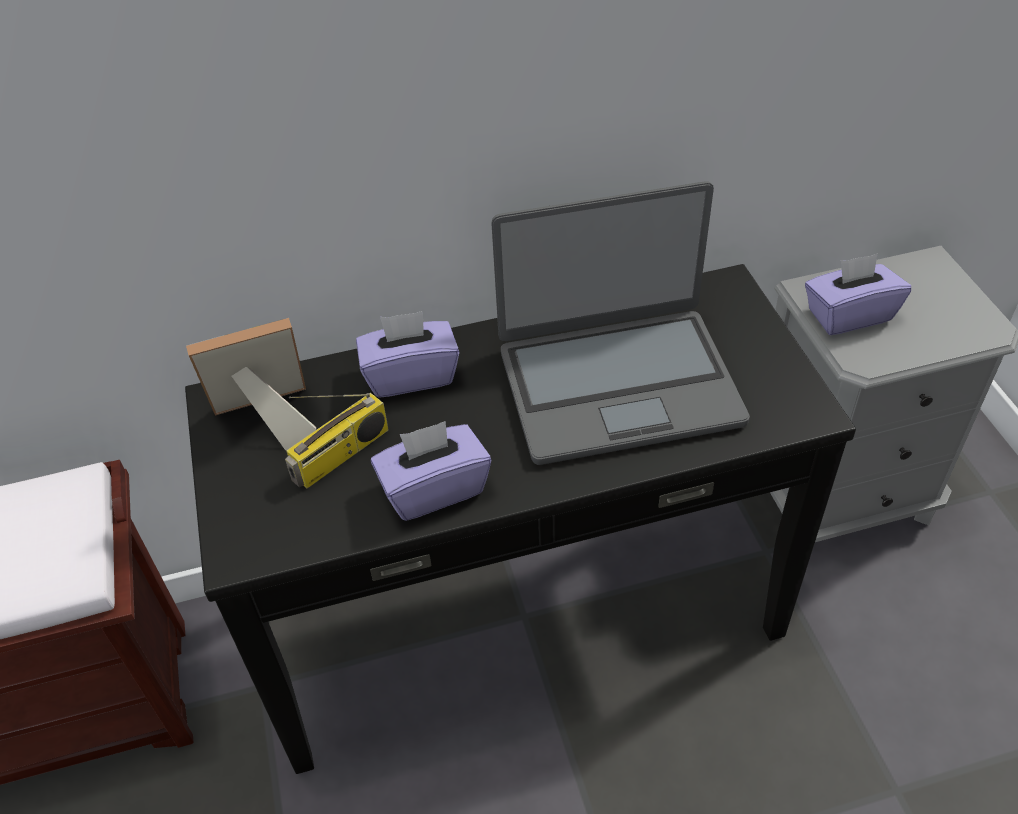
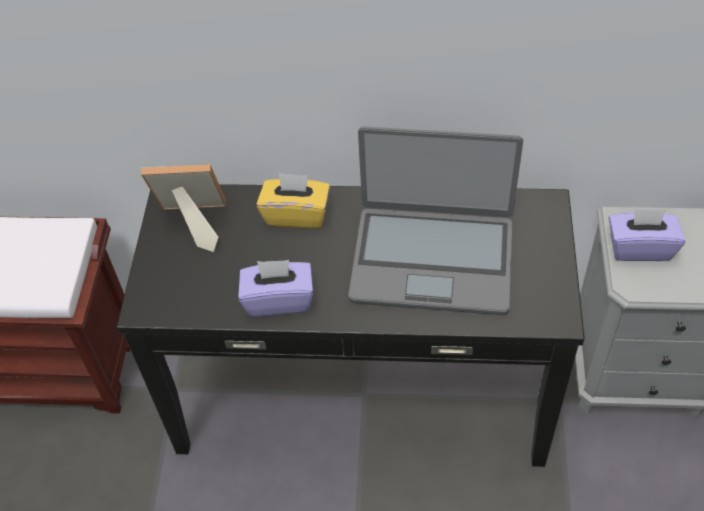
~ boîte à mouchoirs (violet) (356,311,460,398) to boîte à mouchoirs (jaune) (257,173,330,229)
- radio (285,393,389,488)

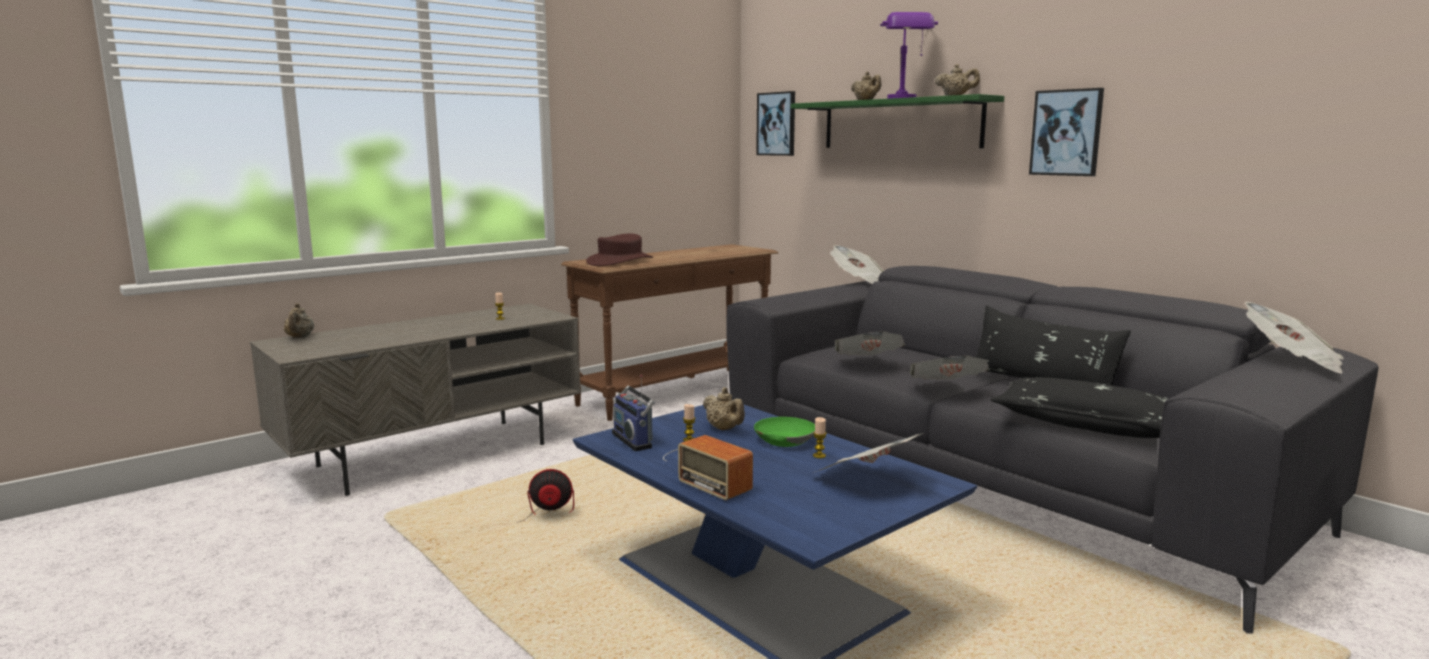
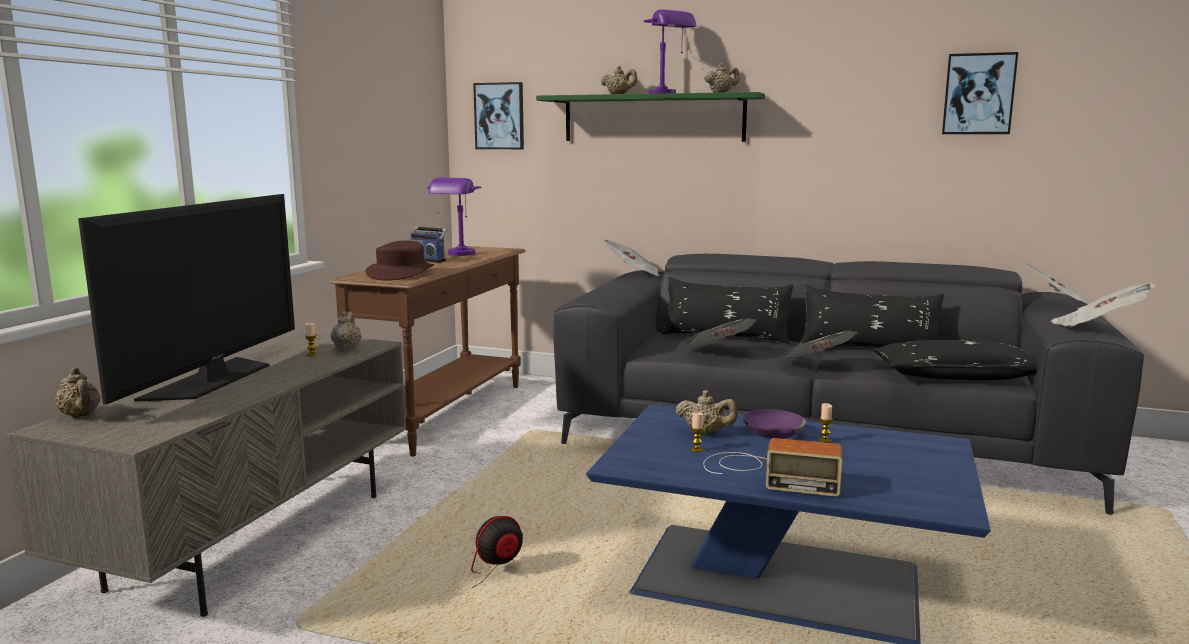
~ tableau (1029,88,1104,176) to (942,52,1018,134)
~ radio (612,374,655,451) to (410,212,447,263)
~ bol (vert) (754,417,815,447) to bol (violet) (743,409,806,439)
~ journal (812,433,924,473) to (1051,283,1156,327)
+ lampe de table (violet) (427,178,481,256)
+ téléviseur (78,194,295,405)
+ coussin (noir) (662,277,793,344)
+ théière (beige) (331,311,362,350)

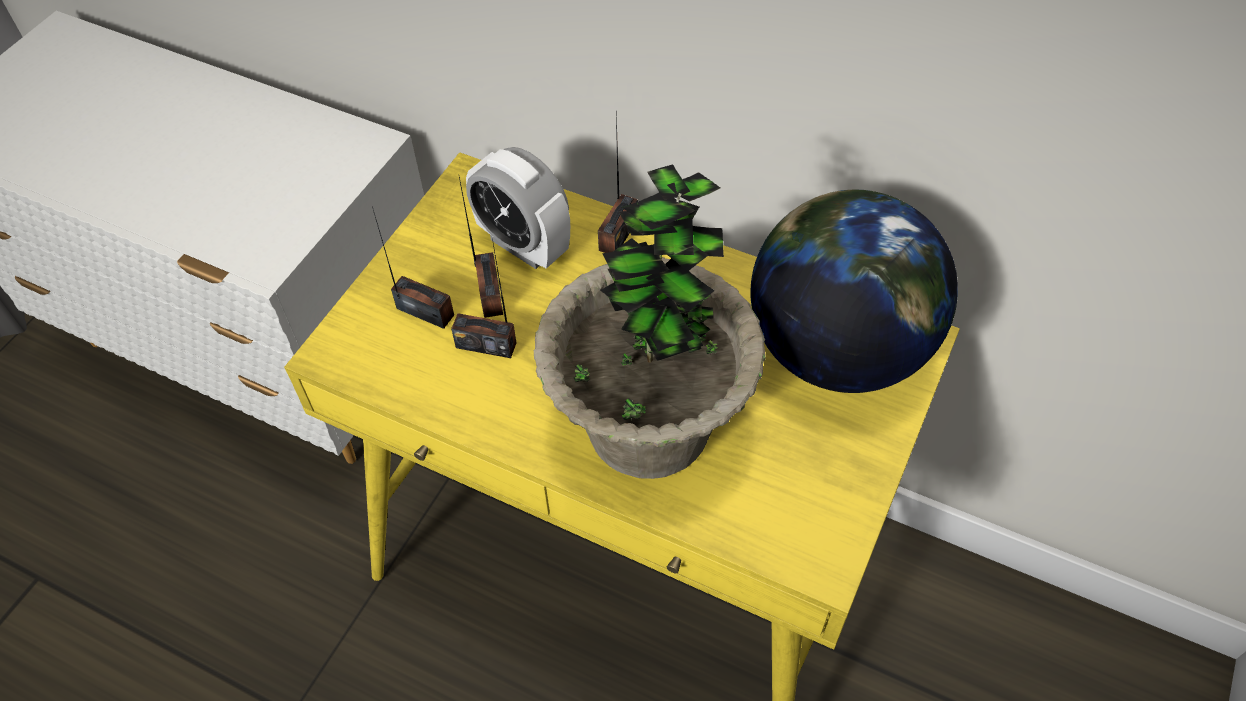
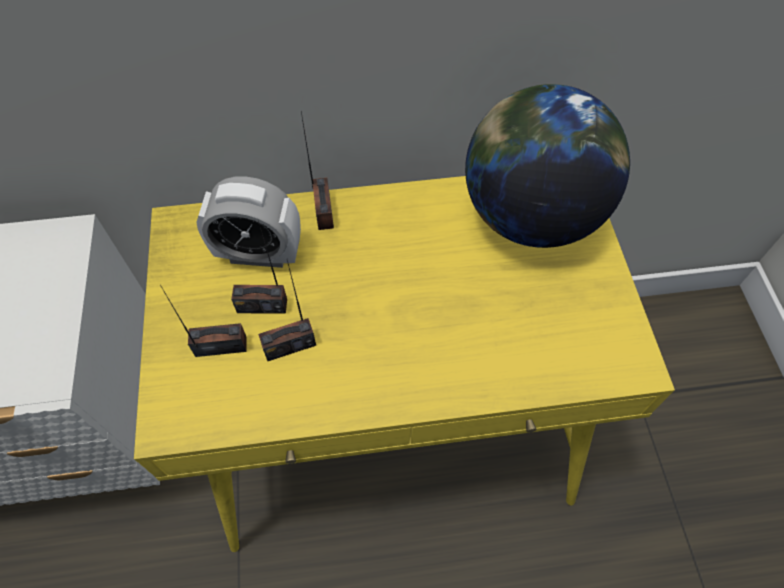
- plante en pot (534,165,766,479)
~ radio (459,177,503,318) = (231,220,287,314) 135 degrees clockwise

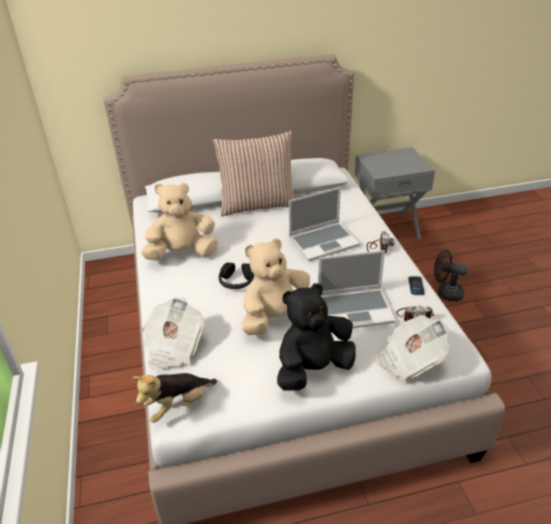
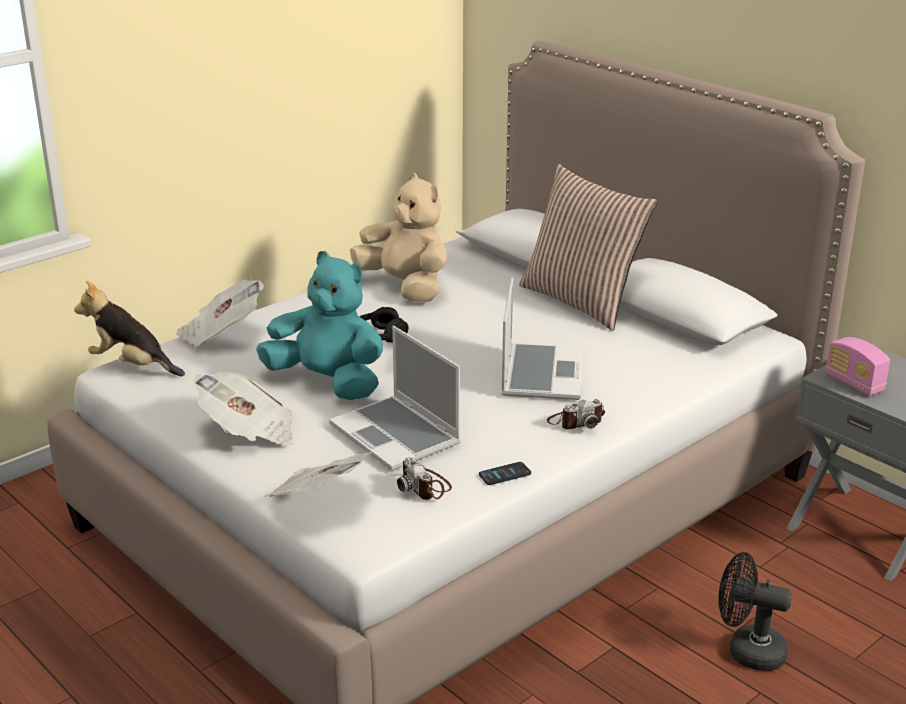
~ ordinateur portable (289,187,360,261) = (501,278,583,400) 120 degrees counterclockwise
~ peluche (beige) (242,238,310,335) to peluche (turquoise) (256,251,383,400)
~ ventilateur (noir) (434,249,468,302) = (718,552,792,671) 60 degrees counterclockwise
~ peluche (noir) (277,283,356,391) to journal (194,372,293,446)
+ radio (826,337,890,396)

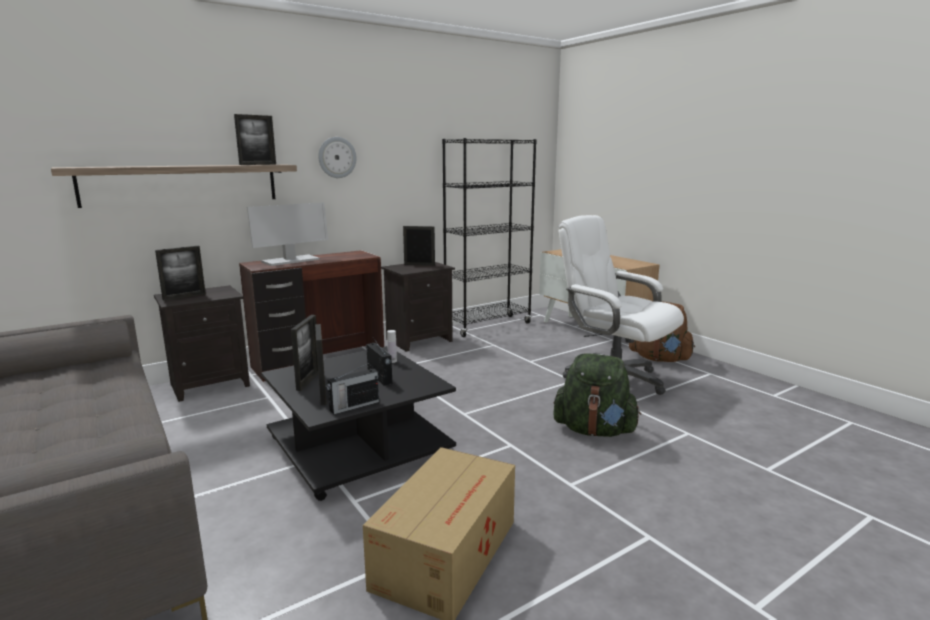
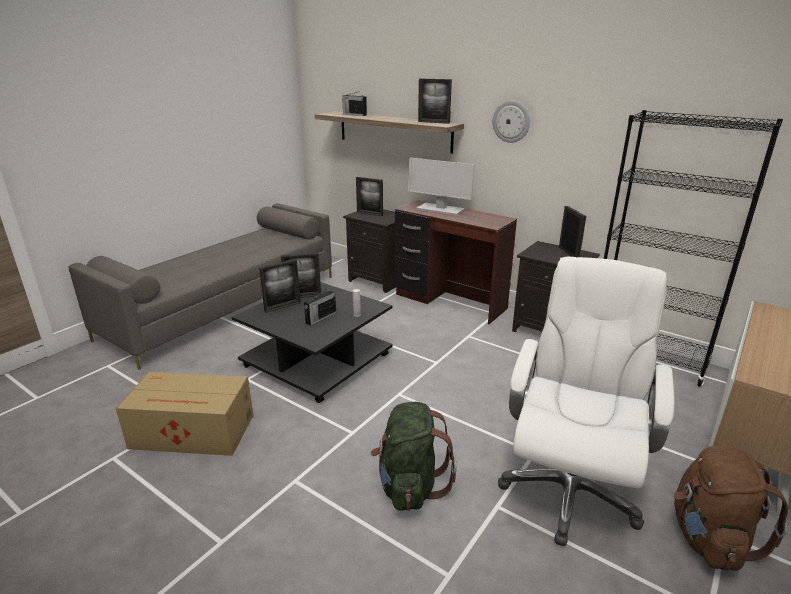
~ radio (327,365,379,414) to (342,91,367,116)

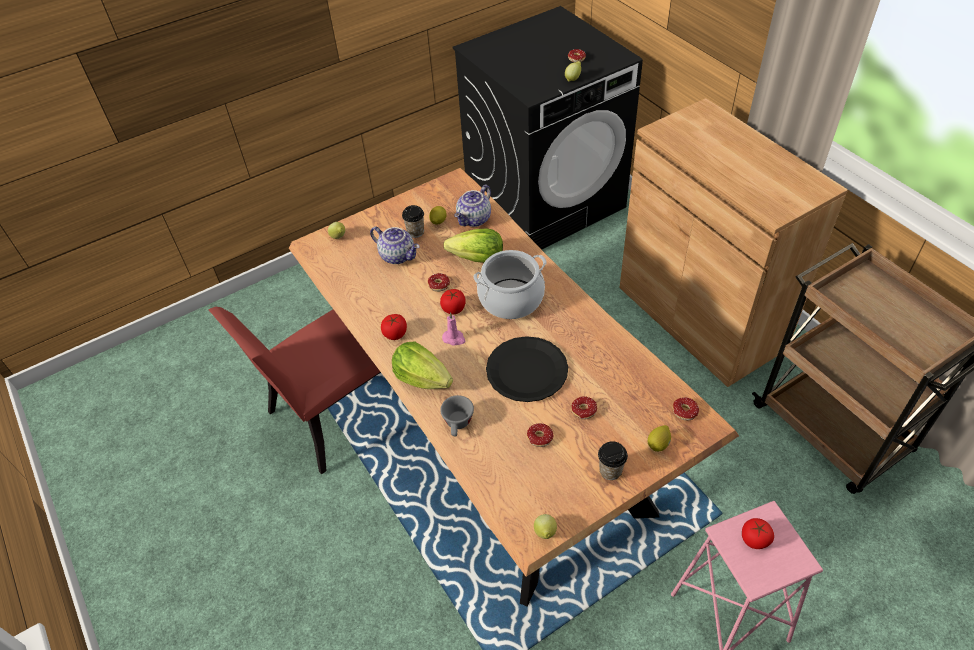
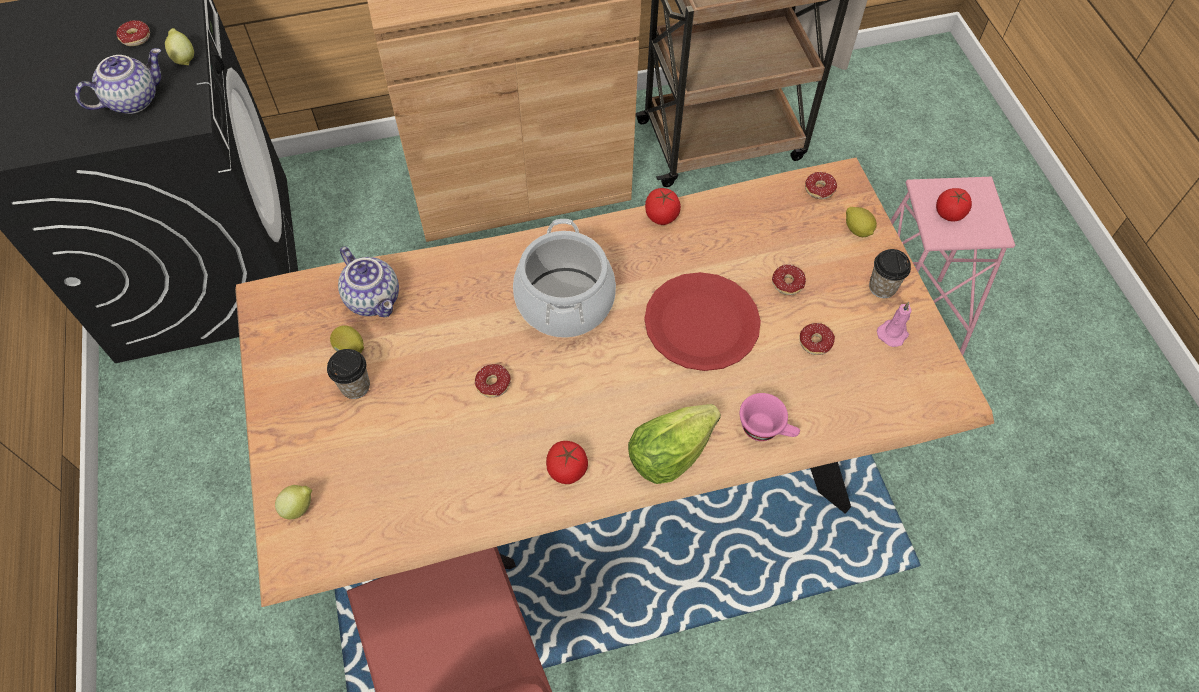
~ théière (370,227,420,264) to (75,48,161,114)
- laitue (444,229,503,263)
~ tomate (440,289,466,315) to (645,188,681,225)
~ bougie (rose) (442,312,465,346) to (877,302,911,347)
~ assiette (noir) (486,336,568,402) to assiette (rouge) (644,272,761,371)
~ tasse (gris) (440,395,474,436) to tasse (rose) (740,393,800,441)
- citron (534,514,557,539)

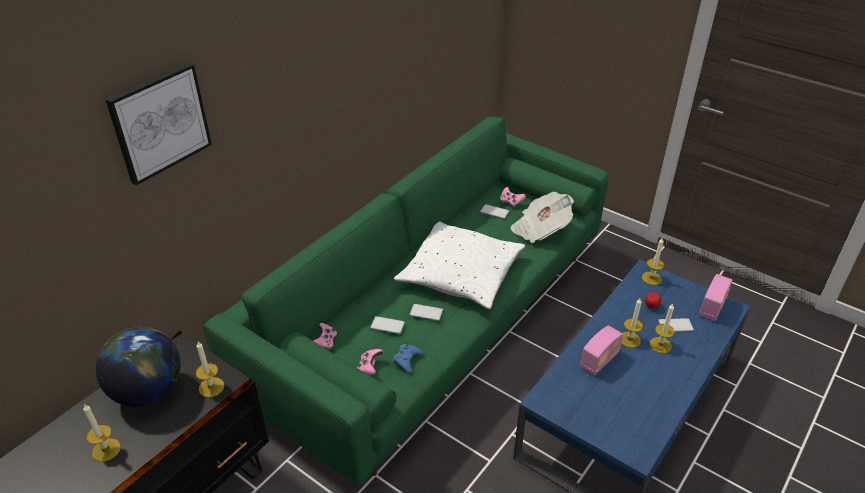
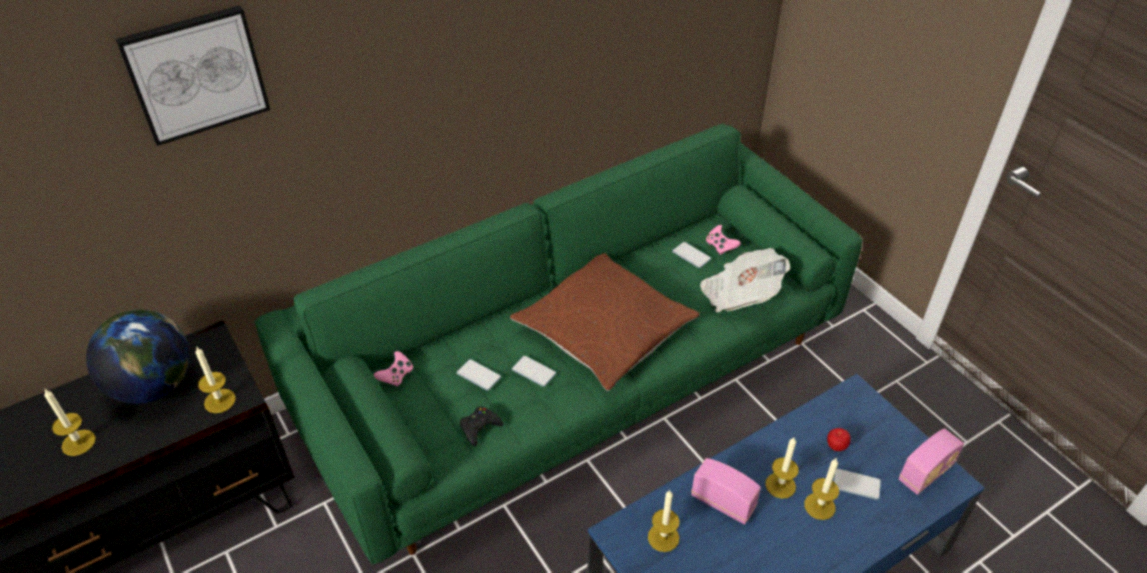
~ coussin (blanc) (394,222,525,310) to coussin (marron) (510,253,700,391)
~ bougie (642,238,664,285) to (648,490,679,552)
~ radio (580,325,623,376) = (691,458,761,525) 120 degrees counterclockwise
~ manette (bleu) (393,344,424,373) to manette (noir) (460,406,503,446)
- manette (rose) (357,349,383,375)

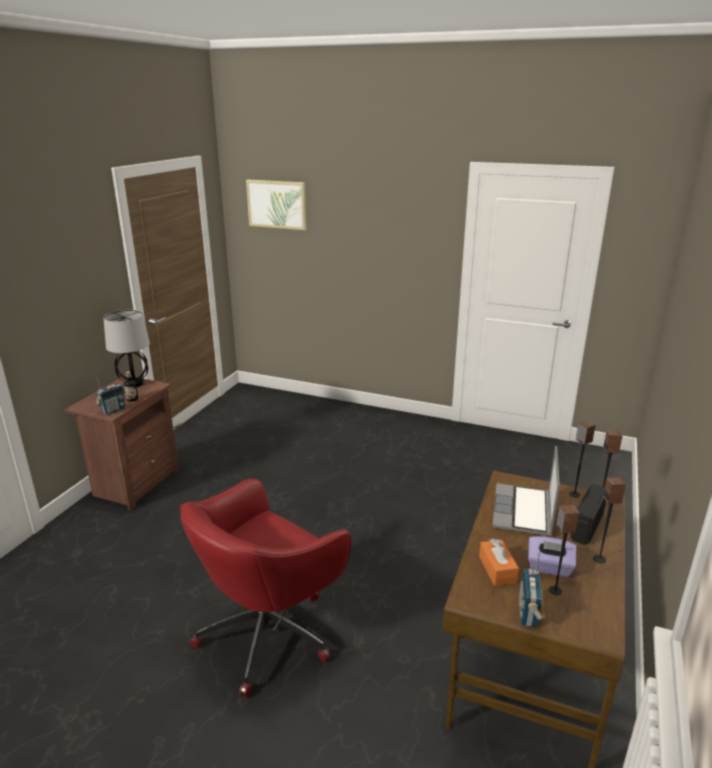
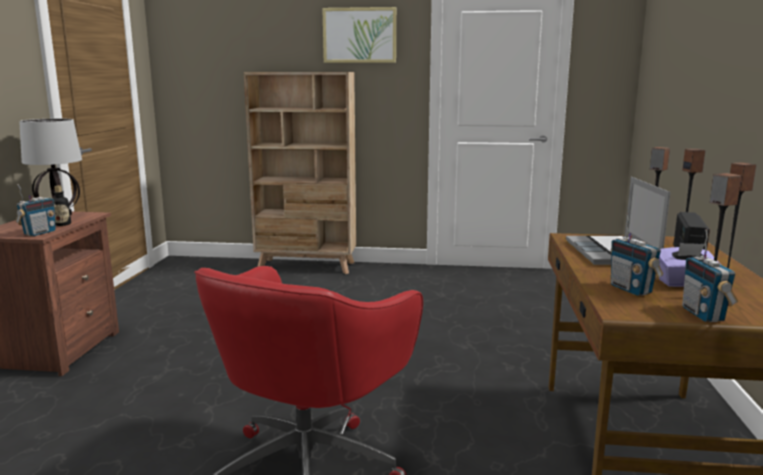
~ tableau (246,180,306,230) to (322,7,396,63)
~ boîte à mouchoirs (orange) (479,539,519,586) to radio (611,213,663,296)
+ bibliothèque (beige) (244,72,356,274)

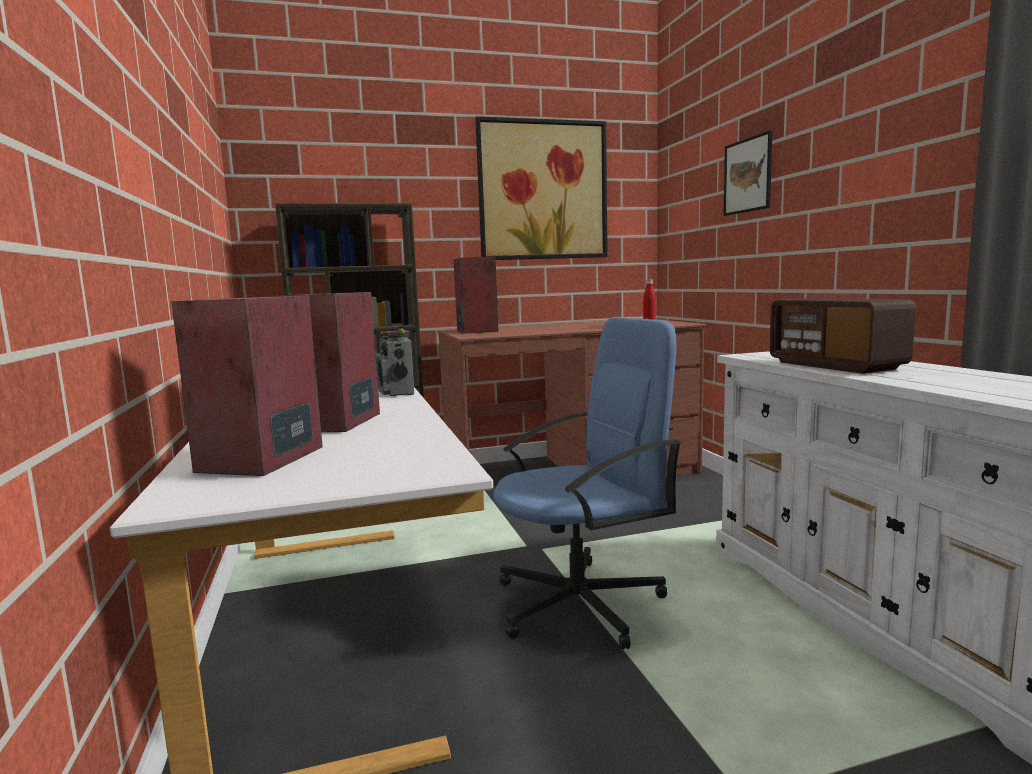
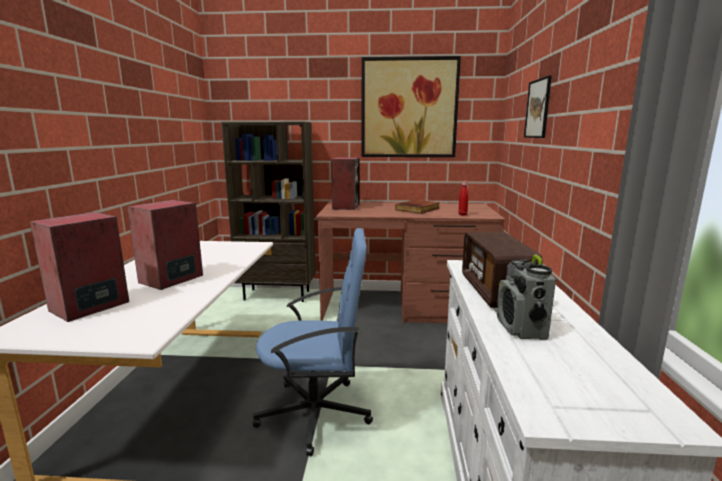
~ radio (376,328,414,396) to (497,254,556,340)
+ livre (395,200,440,214)

